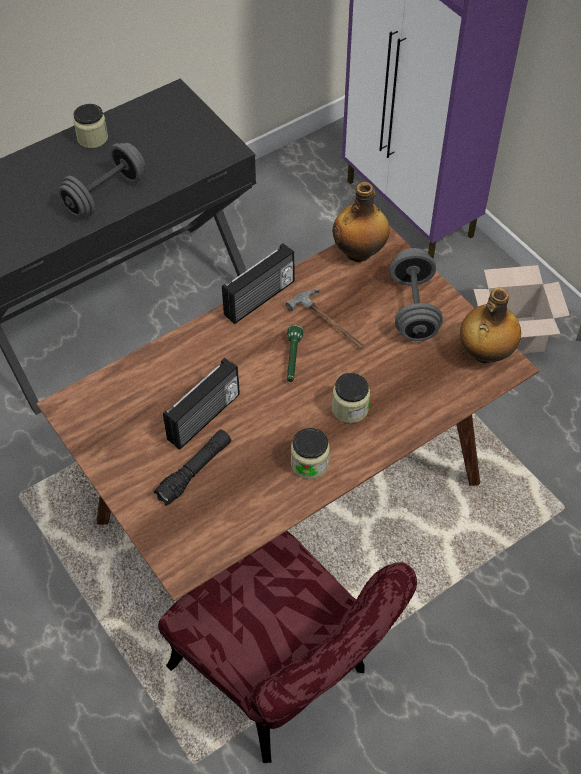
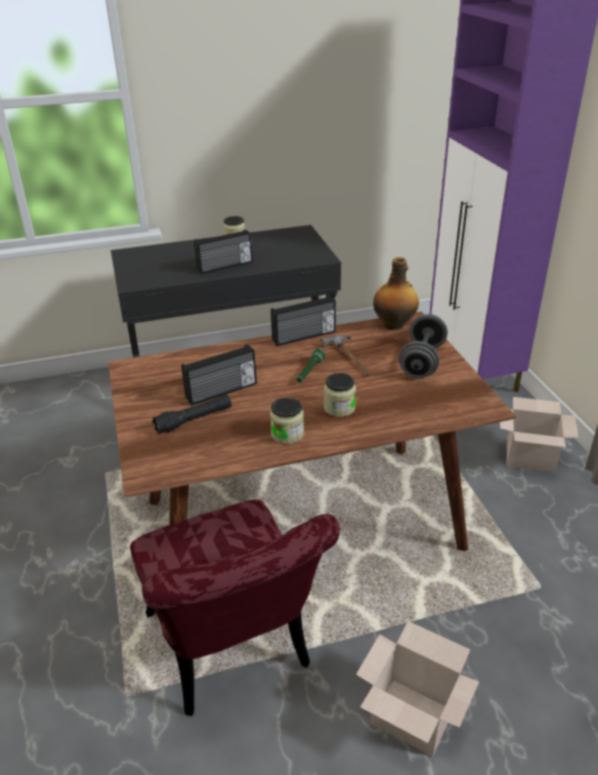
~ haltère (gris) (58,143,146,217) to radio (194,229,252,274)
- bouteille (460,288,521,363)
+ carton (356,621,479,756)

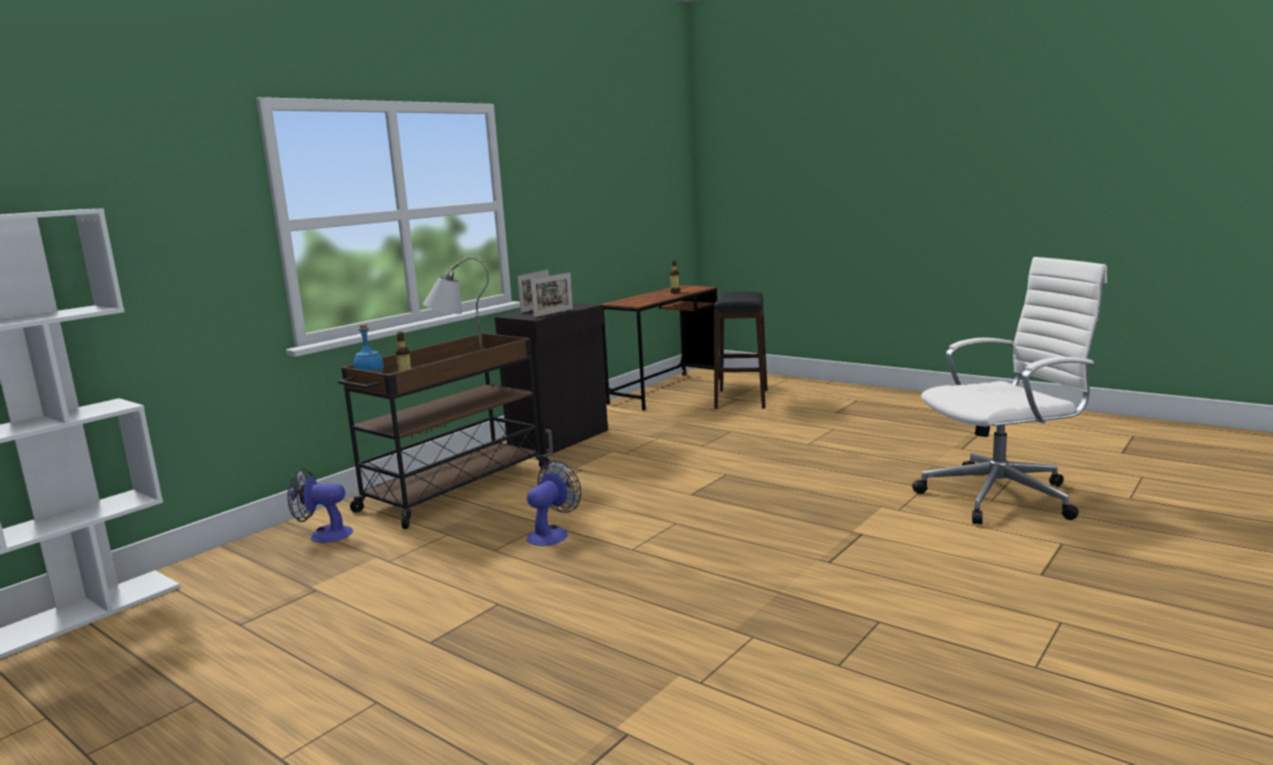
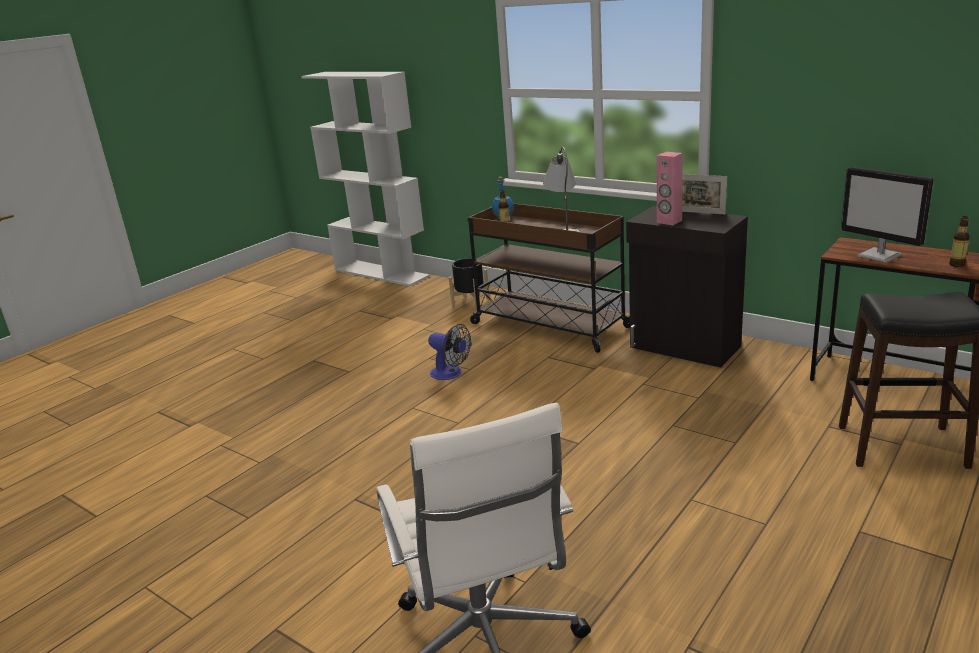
~ cadre photo (530,272,573,317) to enceinte (rose) (657,152,683,225)
~ ventilateur (288,468,353,543) to cache-pot (noir) (449,258,489,309)
+ écran d'ordinateur (841,167,933,262)

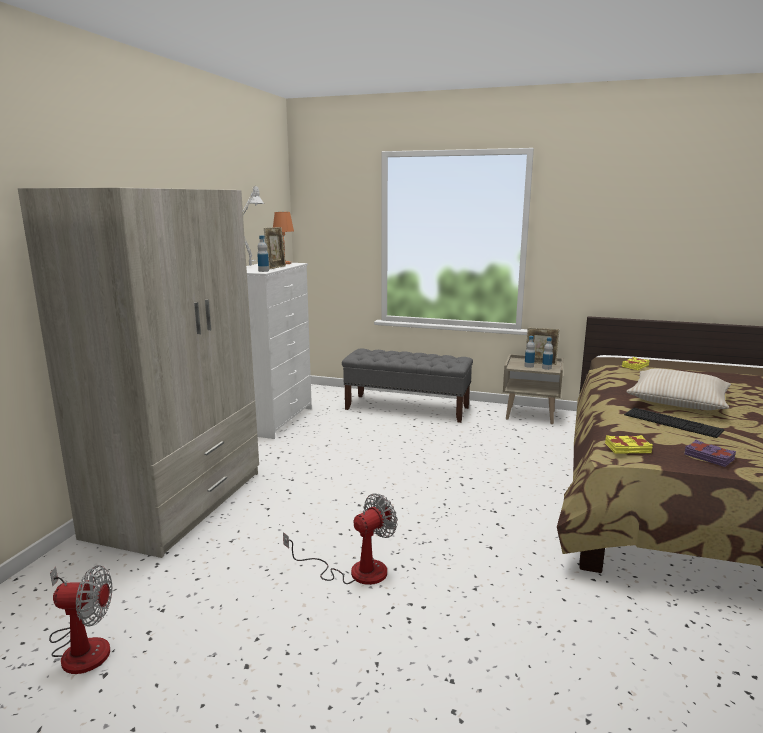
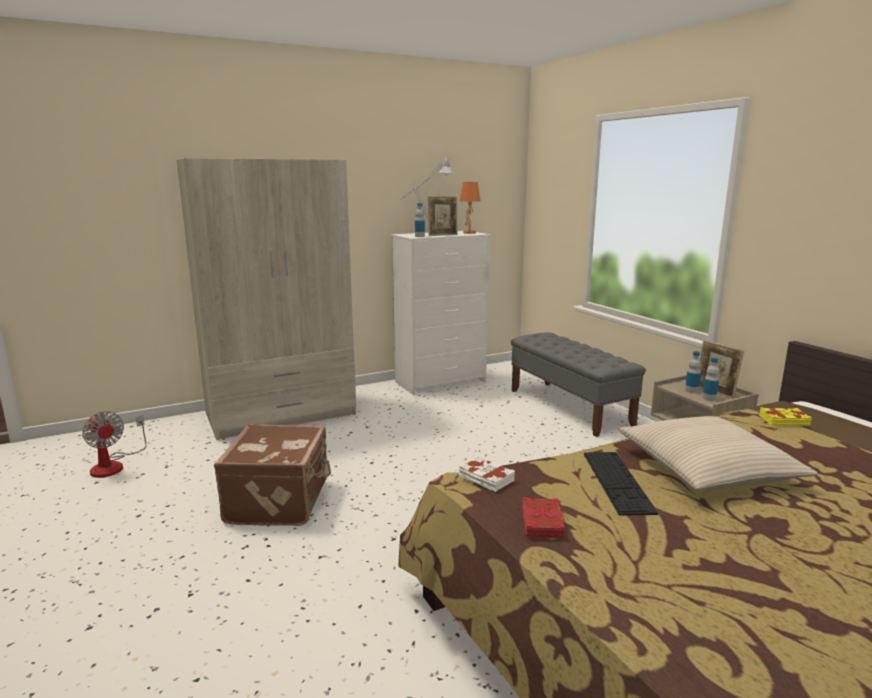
~ livre (jaune) (605,435,653,454) to livre (blanc) (459,456,515,492)
~ livre (violet) (684,440,736,467) to livre (rouge) (522,497,565,539)
~ ventilateur (283,494,398,585) to valise (marron) (214,424,331,526)

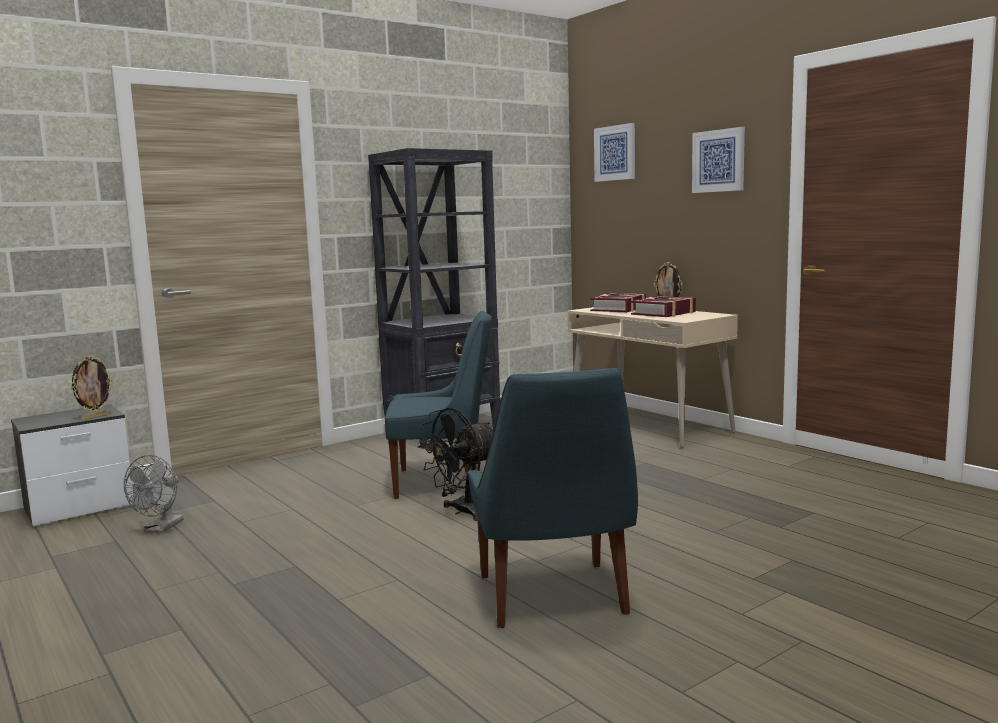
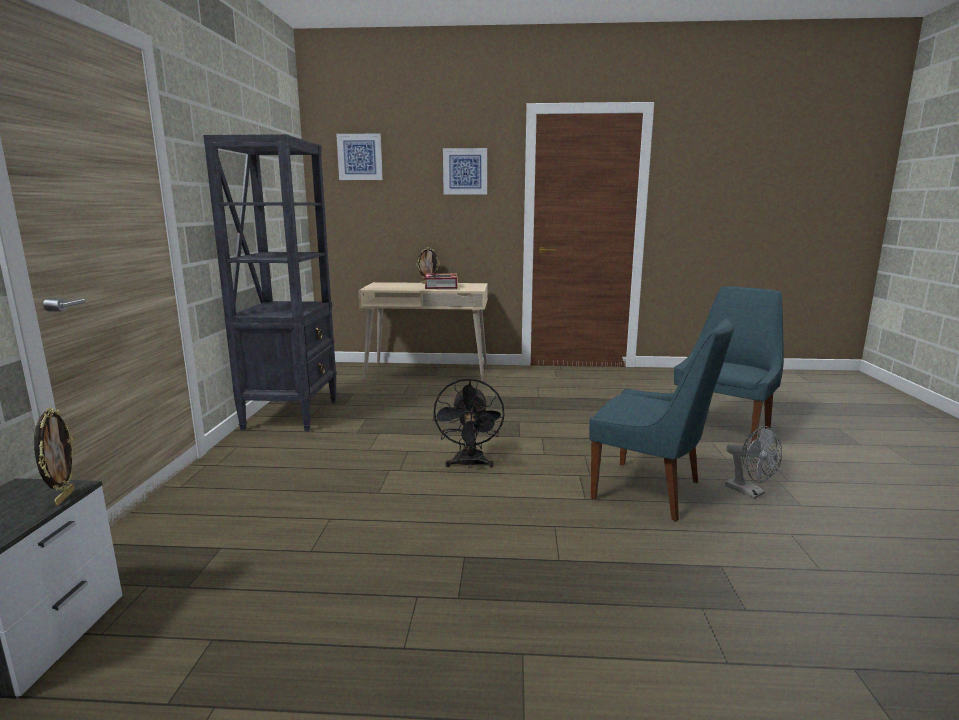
- livre (590,293,646,312)
~ chaise (bleu) (384,311,492,499) to (674,286,784,443)
~ ventilateur (gris) (124,455,183,533) to (725,426,782,499)

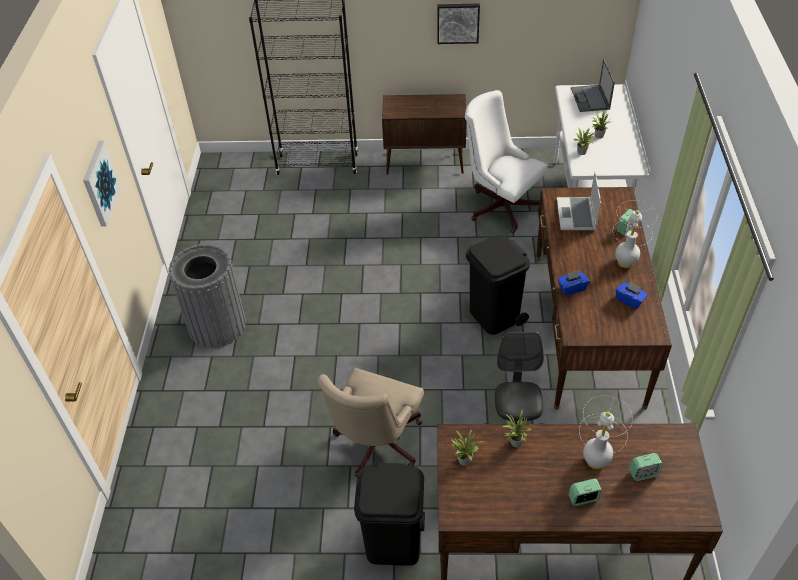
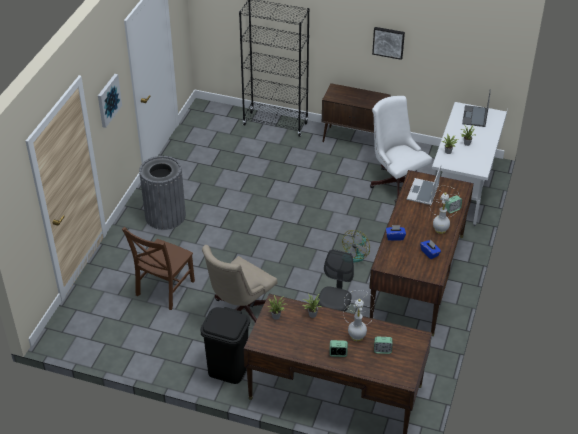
~ poubelle (noir) (466,235,530,335) to ventilateur (342,230,370,263)
+ chaise (marron) (122,227,195,310)

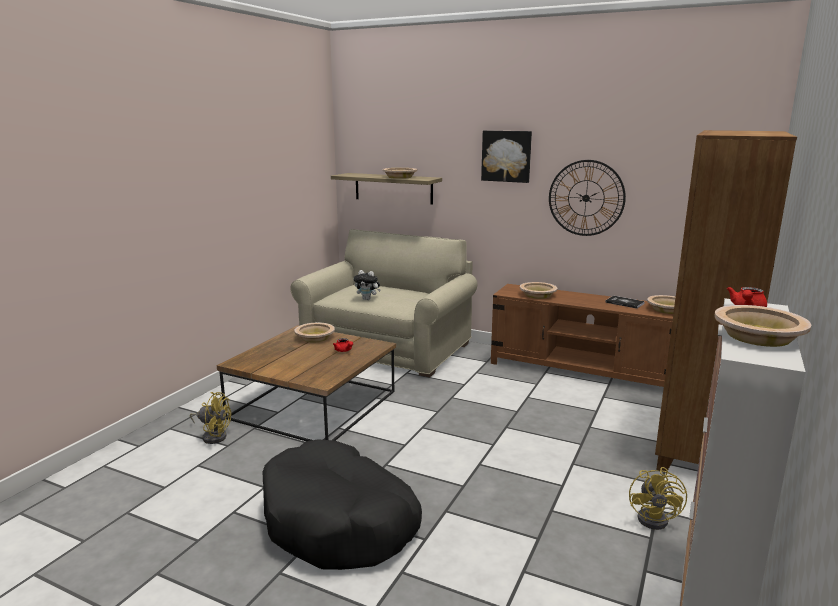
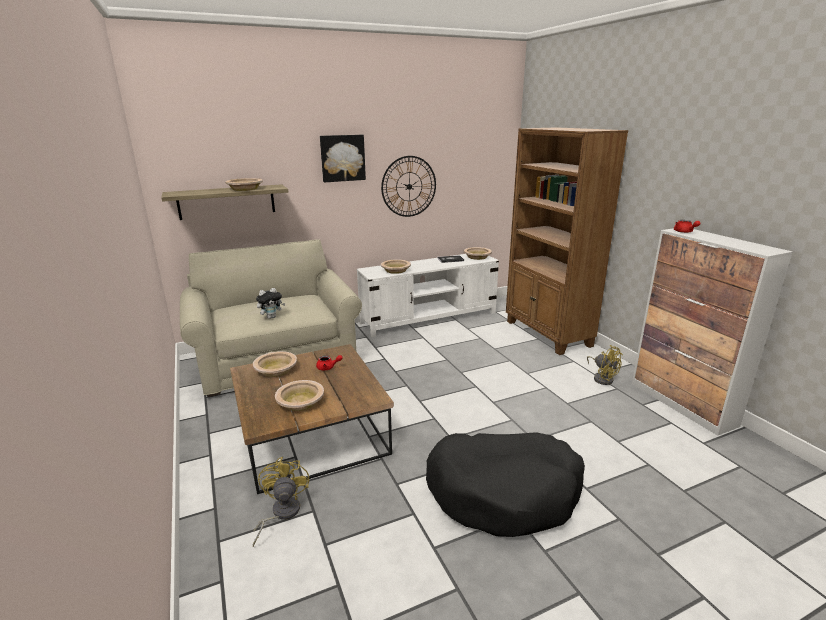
~ meuble télé (marron) (491,284,673,387) to meuble télé (blanc) (357,254,499,337)
~ bol (beige) (714,305,811,347) to (275,380,324,411)
~ ventilateur (jaune) (190,392,231,444) = (253,457,309,547) 60 degrees counterclockwise

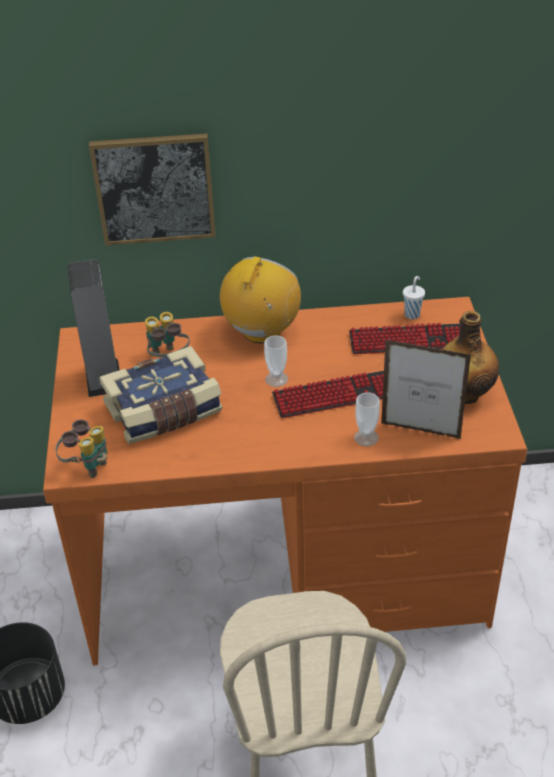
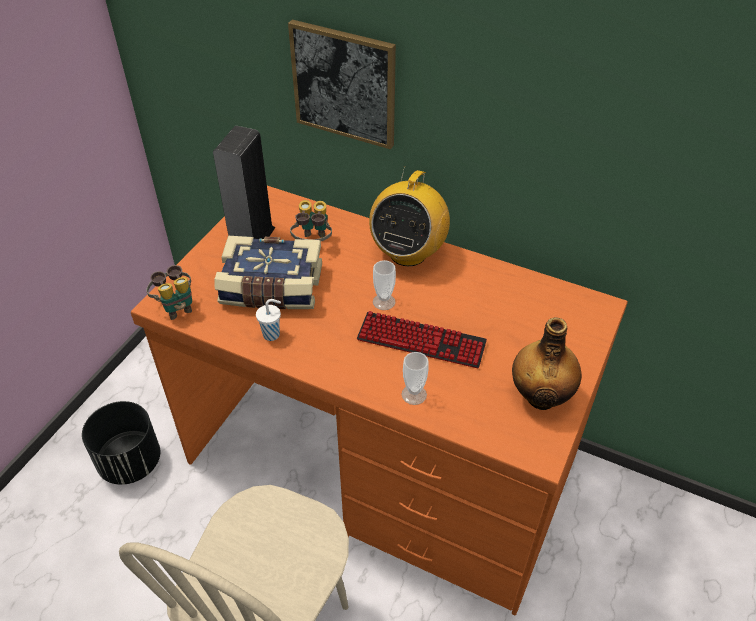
~ radio (220,256,301,343) = (369,166,450,266) 150 degrees clockwise
~ tasse (blanc) (403,276,425,319) to (256,299,281,341)
- clavier (349,323,461,354)
- cadre photo (381,340,471,439)

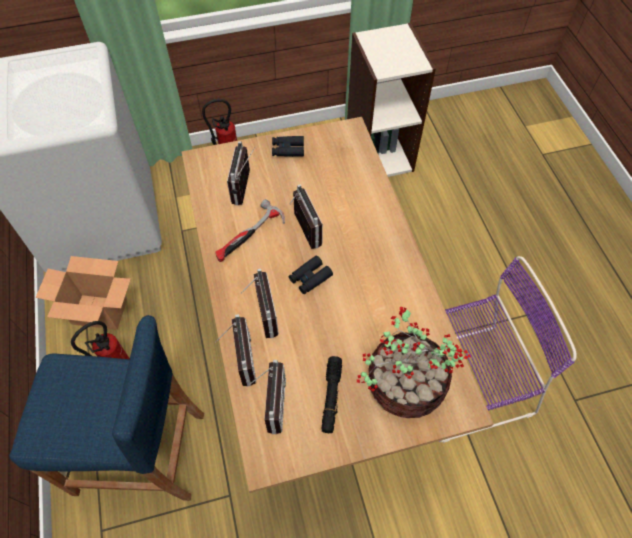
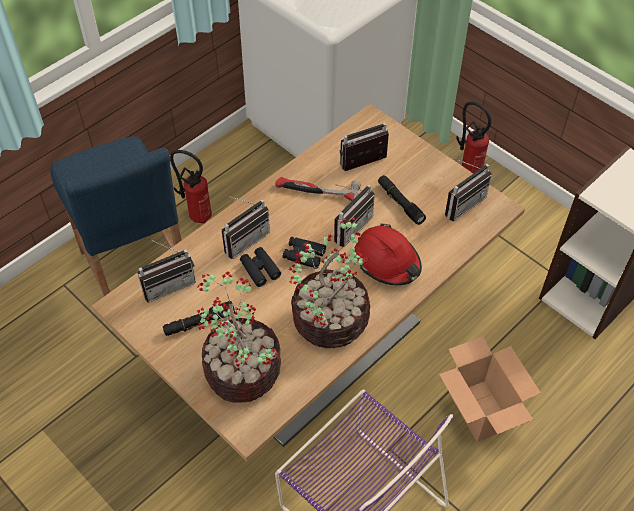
~ jumelles (noir) (272,136,304,157) to (240,247,281,287)
~ carton (35,256,131,330) to (439,336,541,442)
~ radio (215,314,256,386) to (445,159,492,221)
+ lampe de poche (noir) (378,175,426,225)
+ plante en pot (289,217,370,348)
+ casque de chantier (rouge) (355,224,422,286)

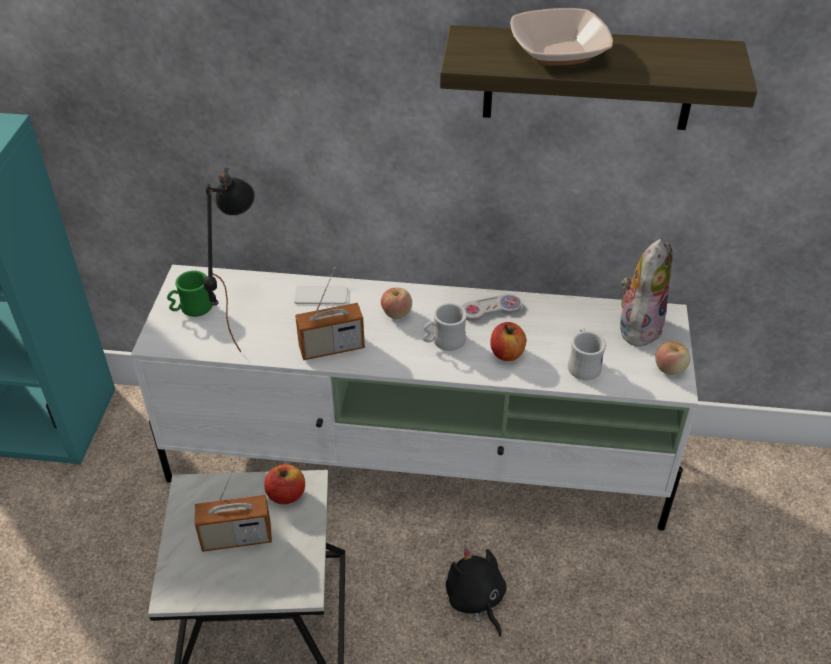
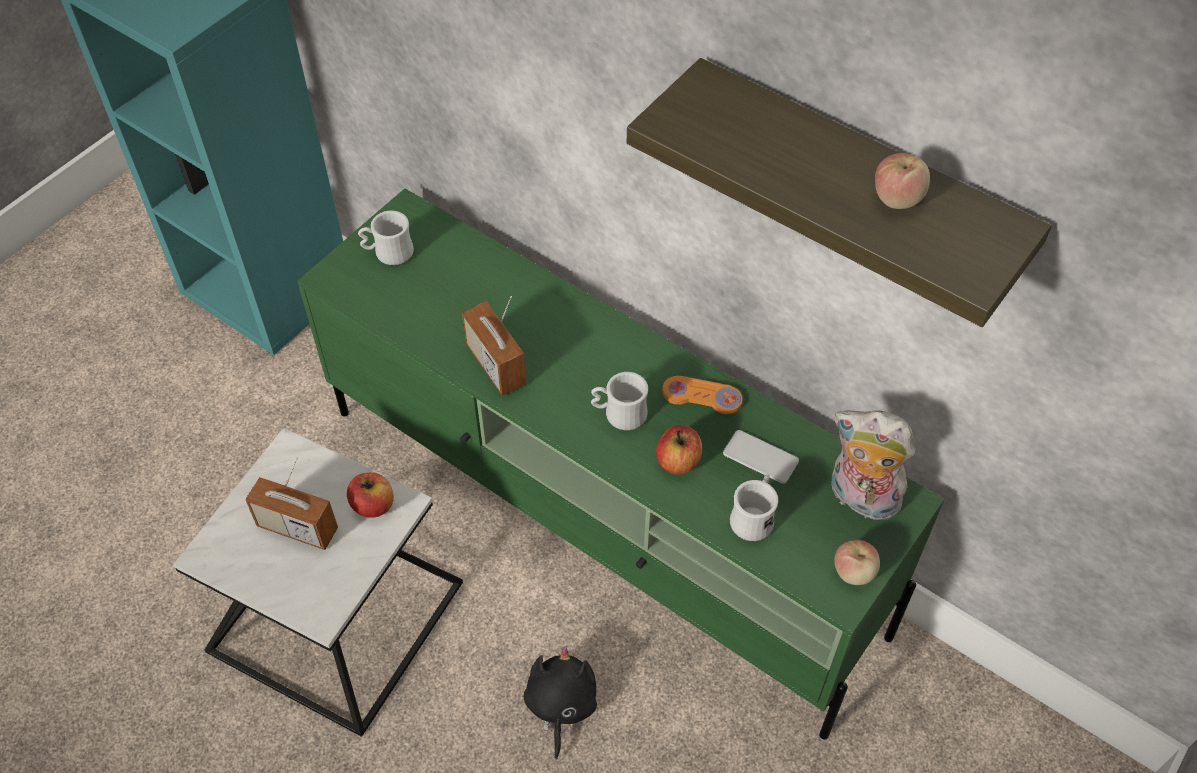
- bol (510,8,613,66)
- lampe de table (noir) (203,168,255,353)
~ peluche (620,239,672,346) = (831,410,916,520) 120 degrees counterclockwise
~ meuble télé (blanc) (131,265,698,531) to meuble télé (vert) (297,188,945,740)
~ radio (295,267,365,360) = (462,296,526,396) 45 degrees clockwise
~ mug (vert) (167,271,213,317) to mug (blanc) (358,211,414,265)
~ téléphone (294,286,348,304) to (723,430,799,484)
~ pomme (381,287,412,319) to (875,153,930,209)
~ manette (blanc) (462,294,521,321) to manette (orange) (662,376,743,414)

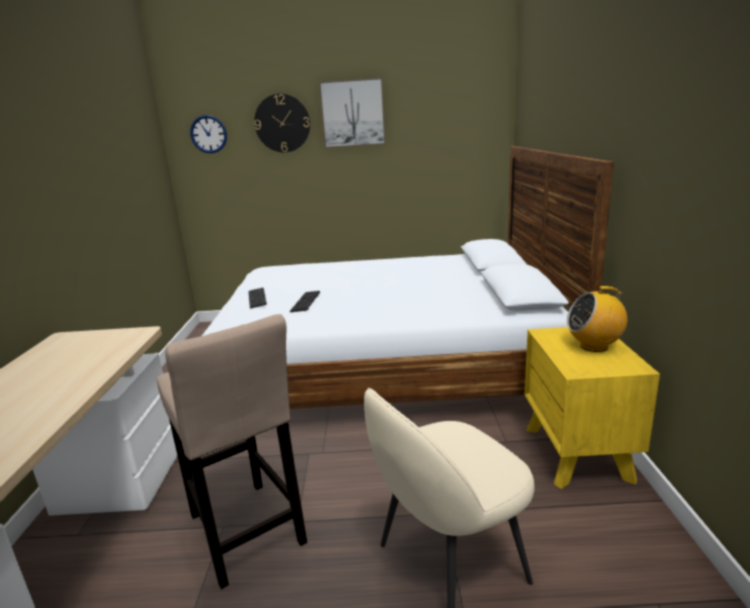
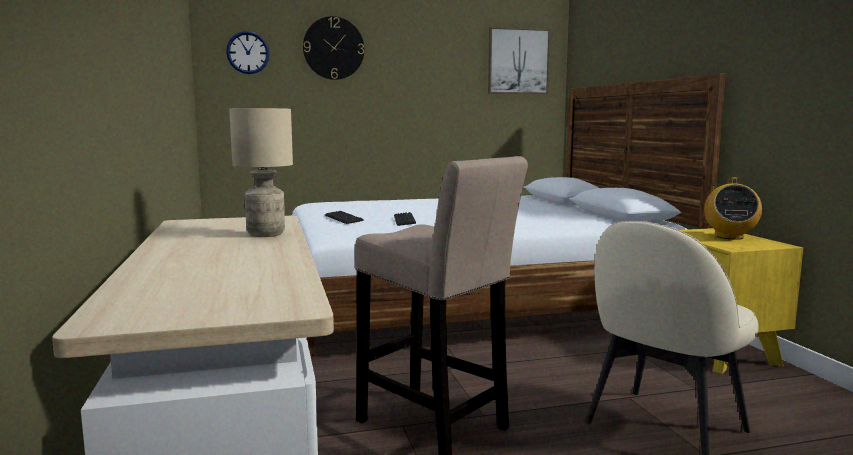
~ tableau (319,78,386,148) to (488,27,550,94)
~ radio (567,286,627,352) = (704,177,762,240) 60 degrees counterclockwise
+ lampe de table (beige) (229,108,293,237)

